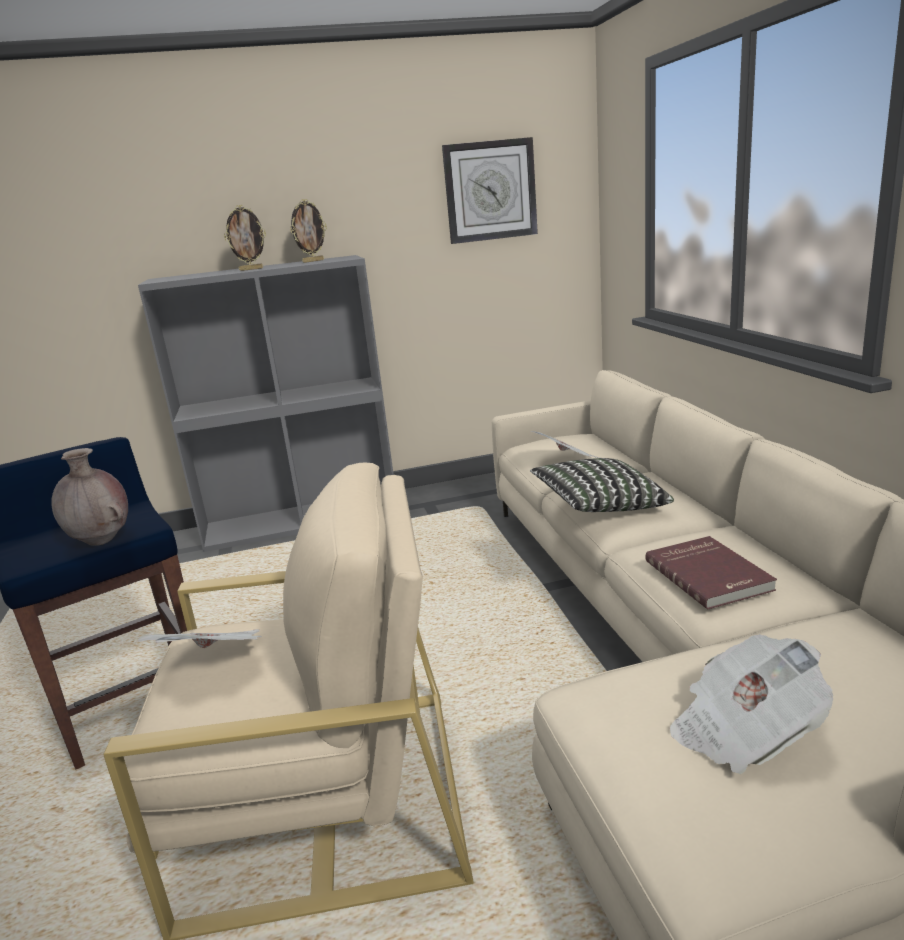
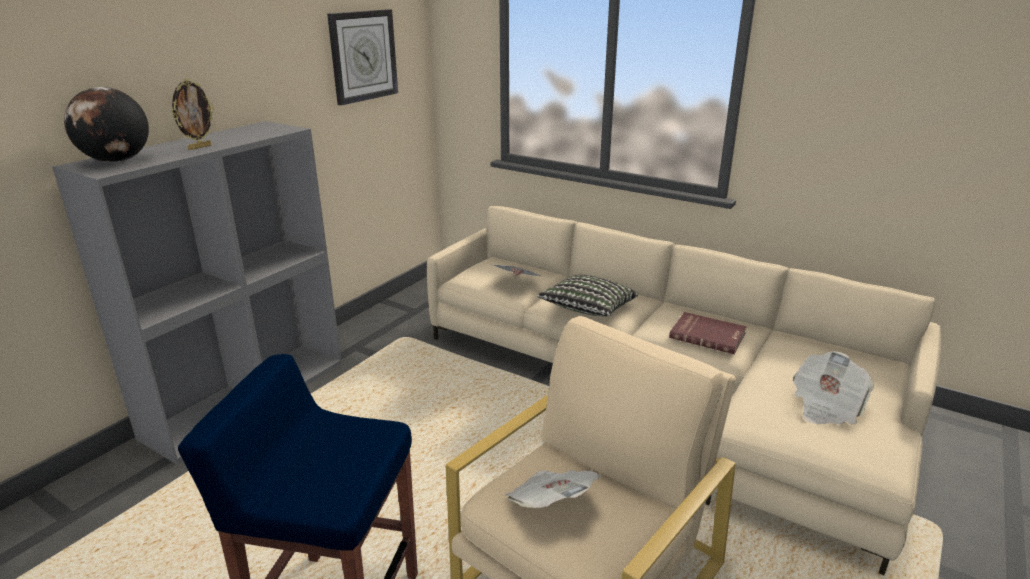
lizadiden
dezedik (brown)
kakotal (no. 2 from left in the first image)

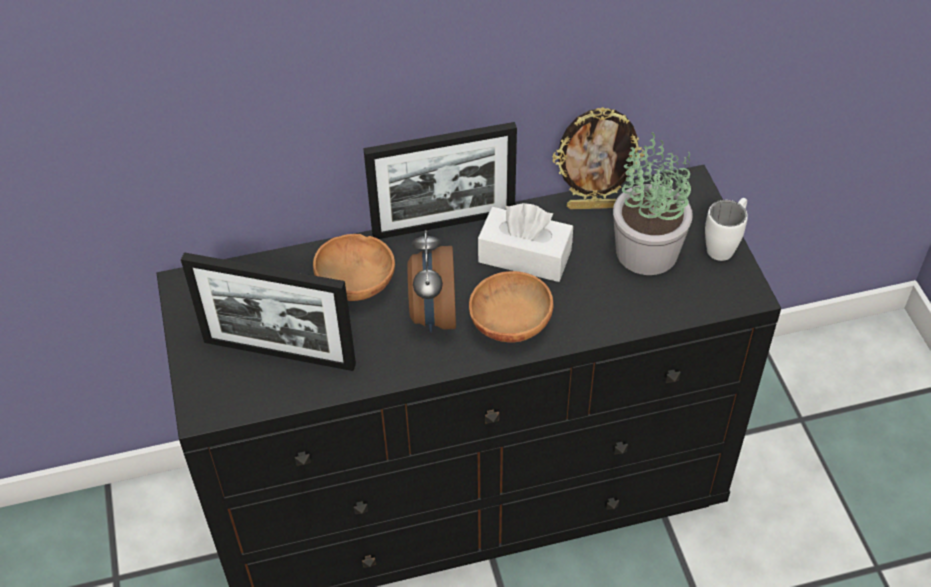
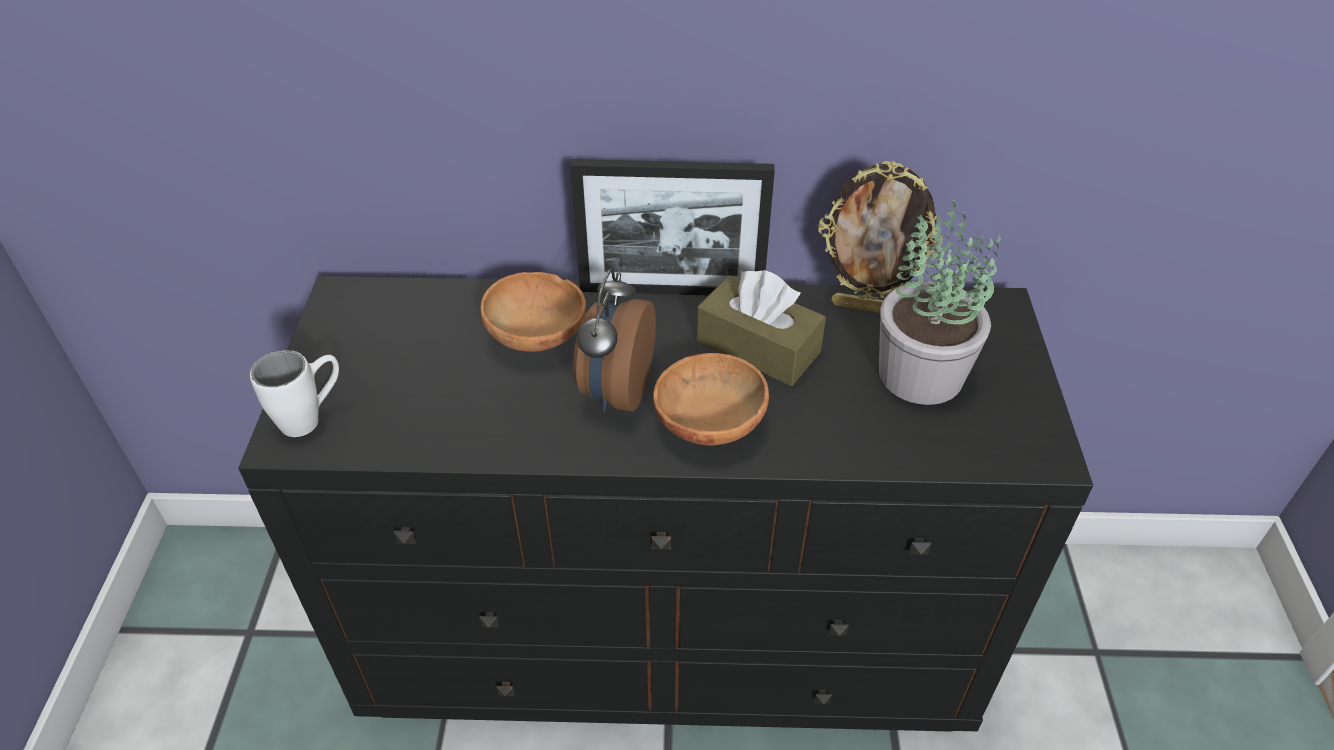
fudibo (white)
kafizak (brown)
kakotal (no. 1 from left in the first image)

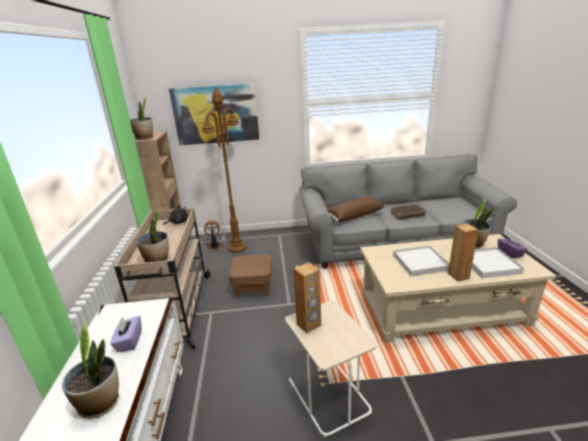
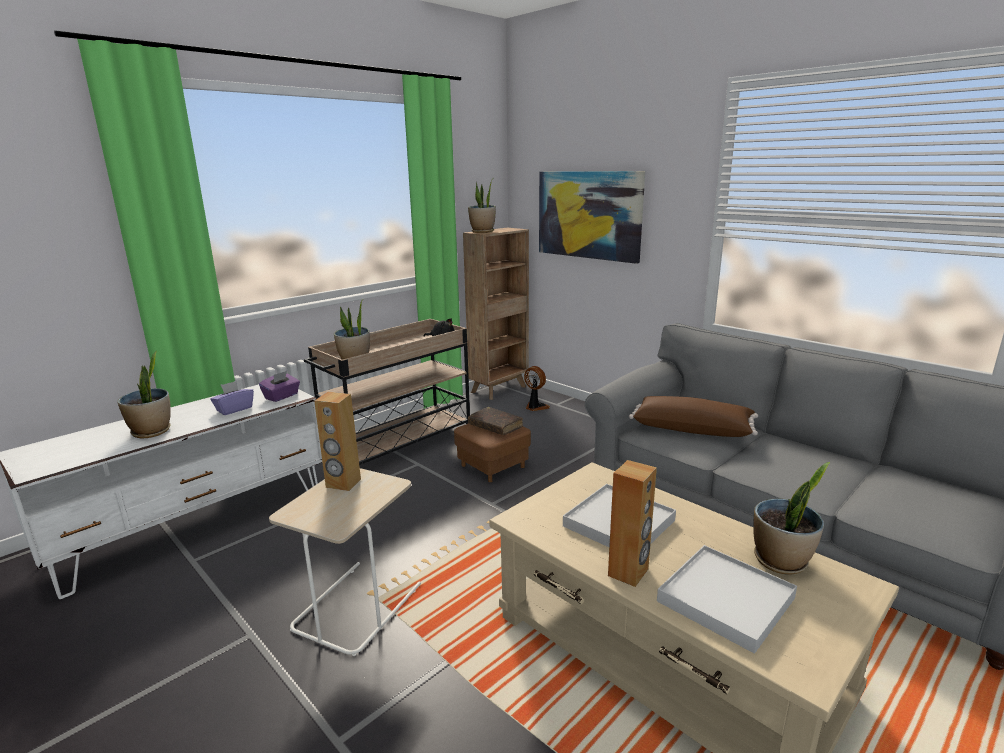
kafizak (purple) (no. 2 from left)
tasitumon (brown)
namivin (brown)

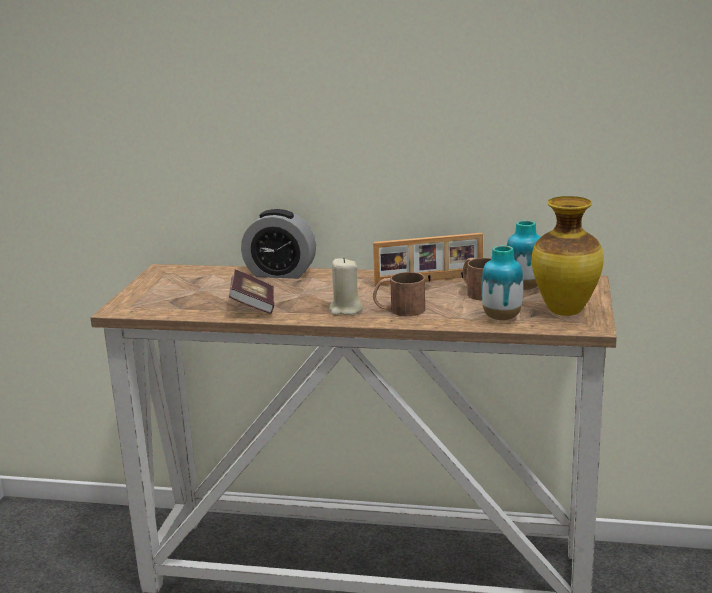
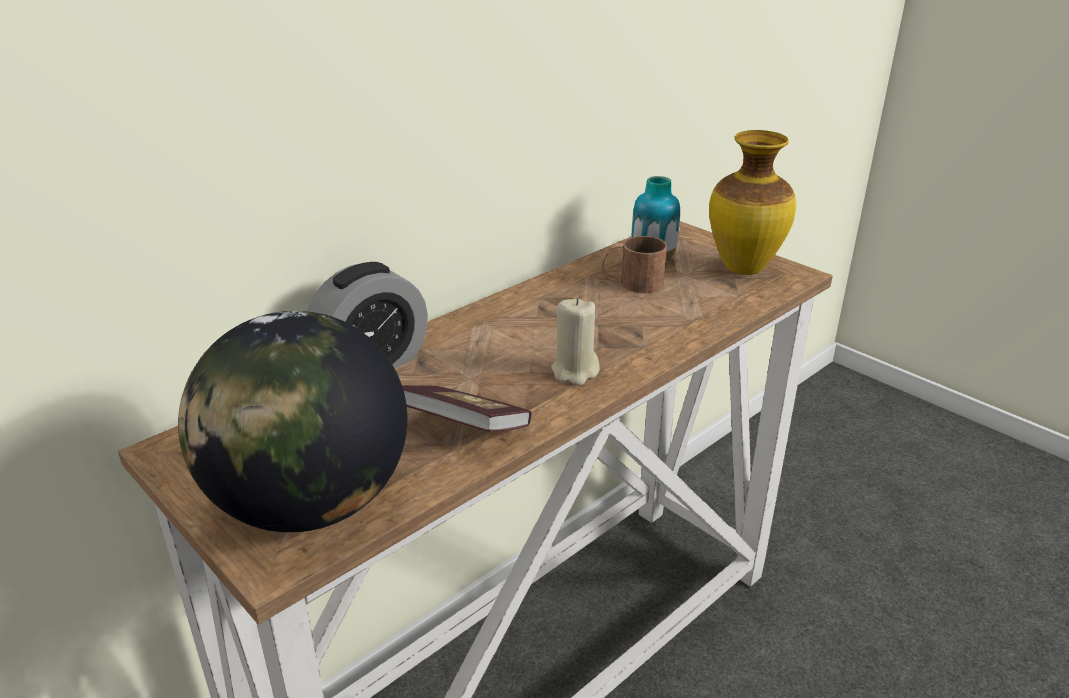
lizadiden
kakotal
fudibo (brown) (no. 1 from left in the first image)
dezedik (no. 1 from left in the first image)

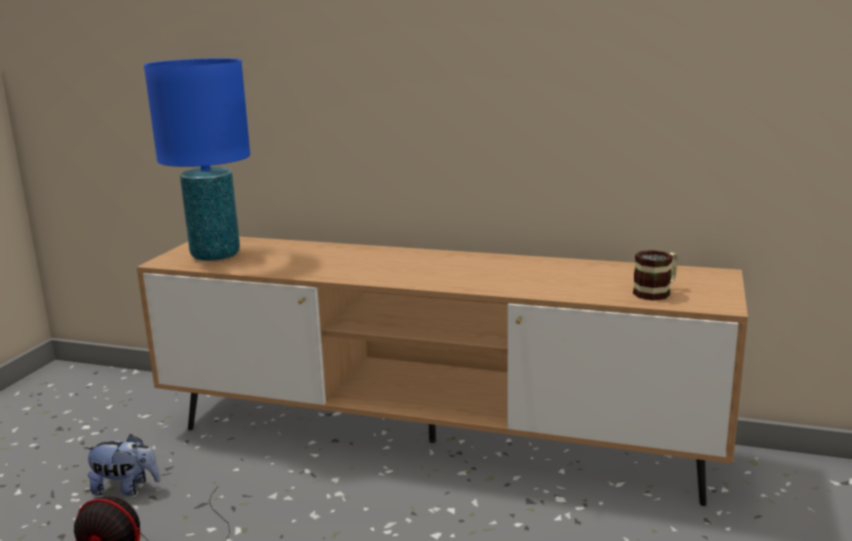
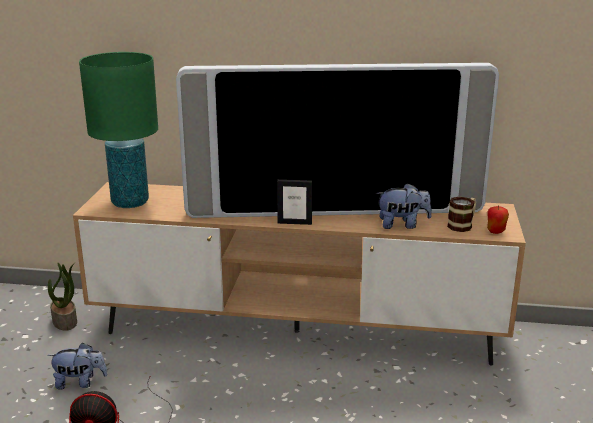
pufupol
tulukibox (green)
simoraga
kakotal
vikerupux (no. 2 from left)
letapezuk

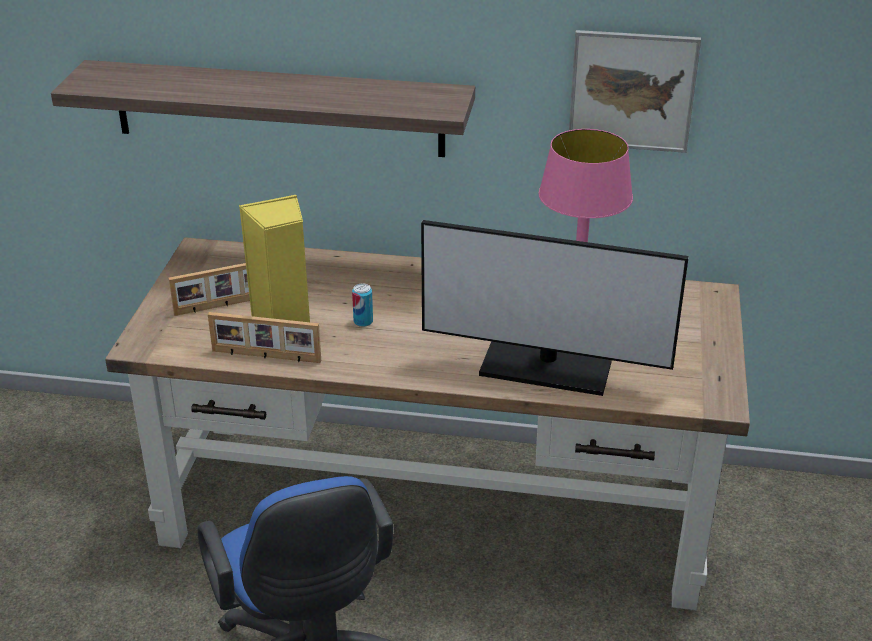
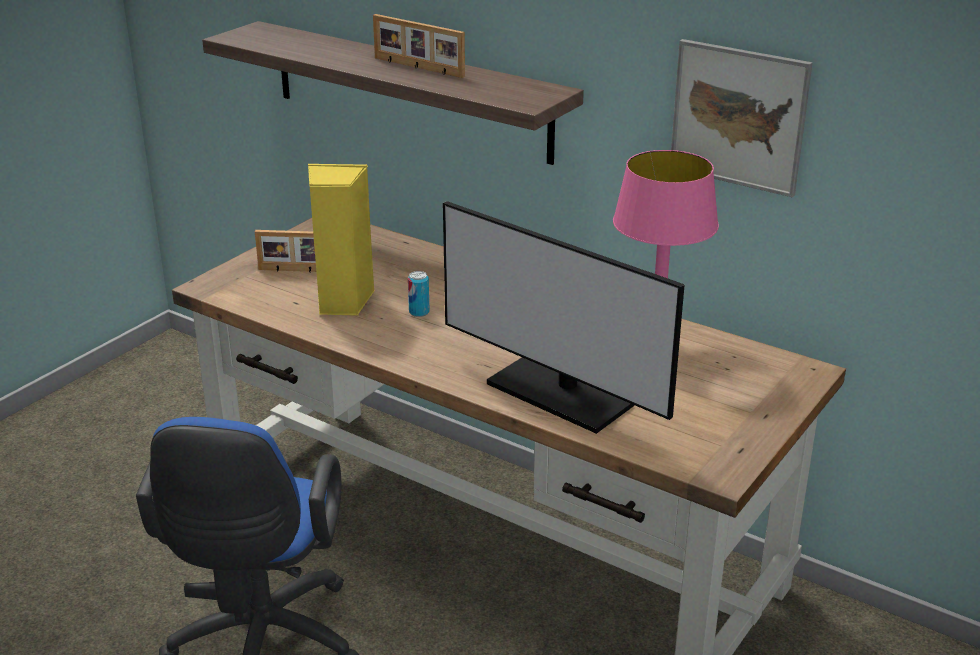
kakotal (no. 2 from left)

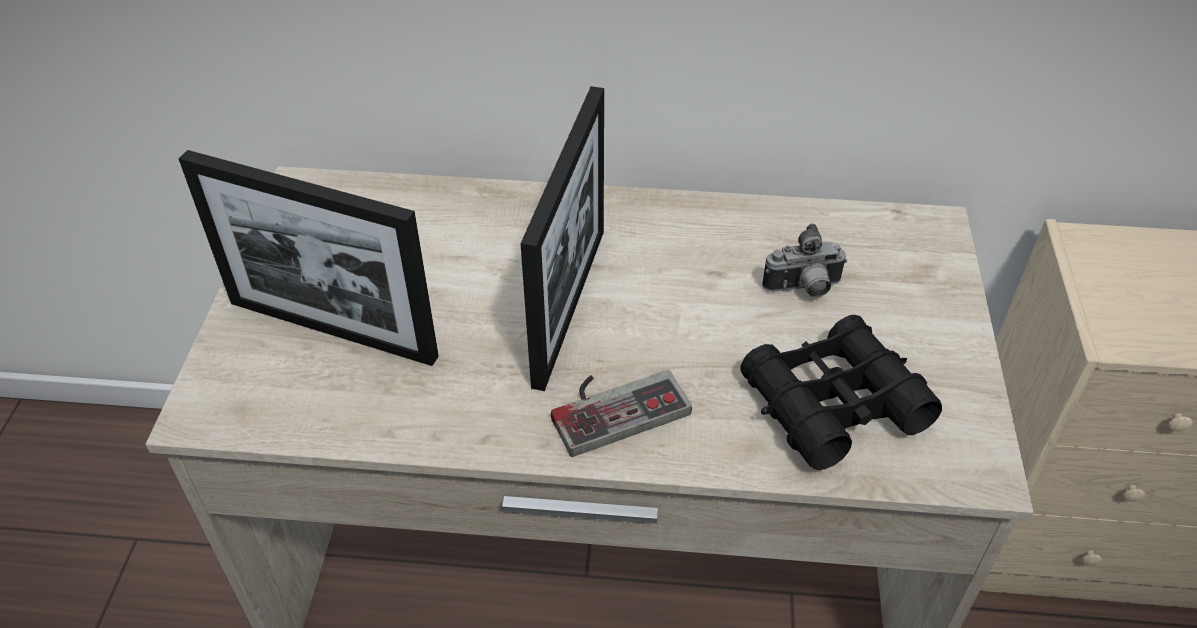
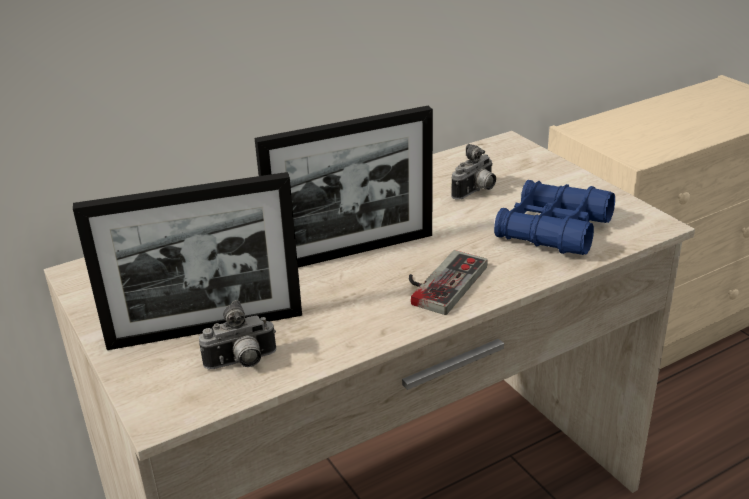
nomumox (no. 1 from left)
kakotal (no. 2 from left)
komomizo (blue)

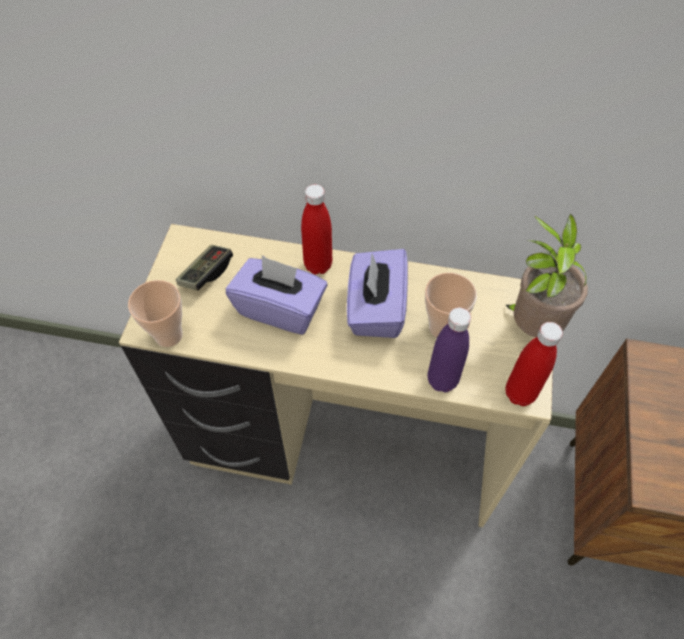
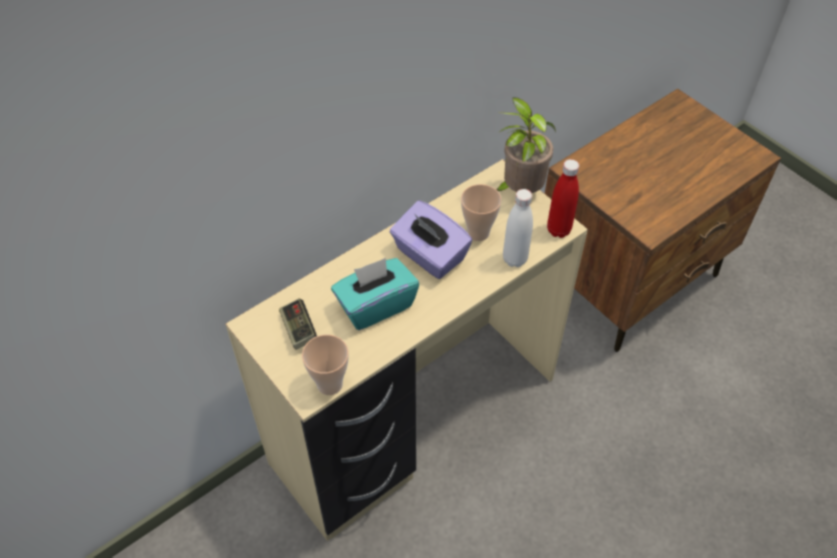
kafizak (turquoise)
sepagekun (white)
sepagekun (red) (no. 1 from left in the first image)

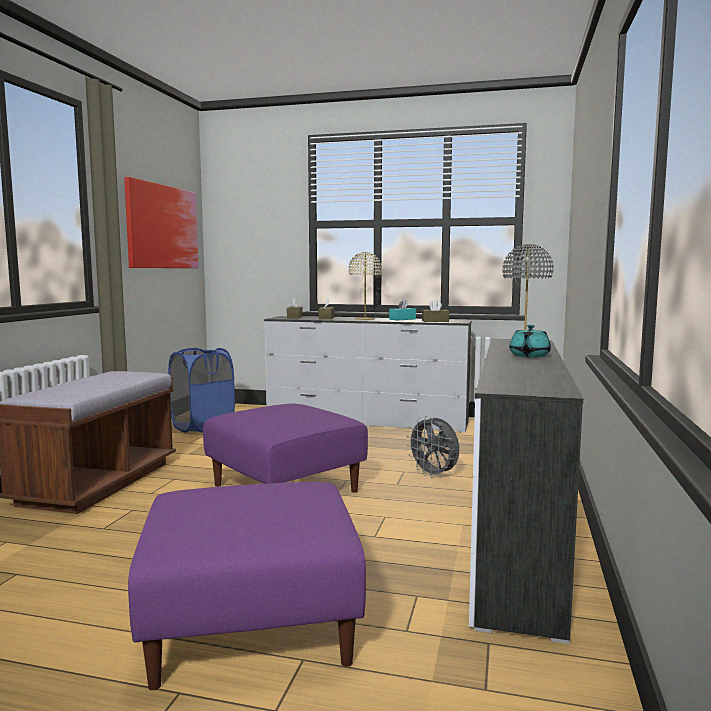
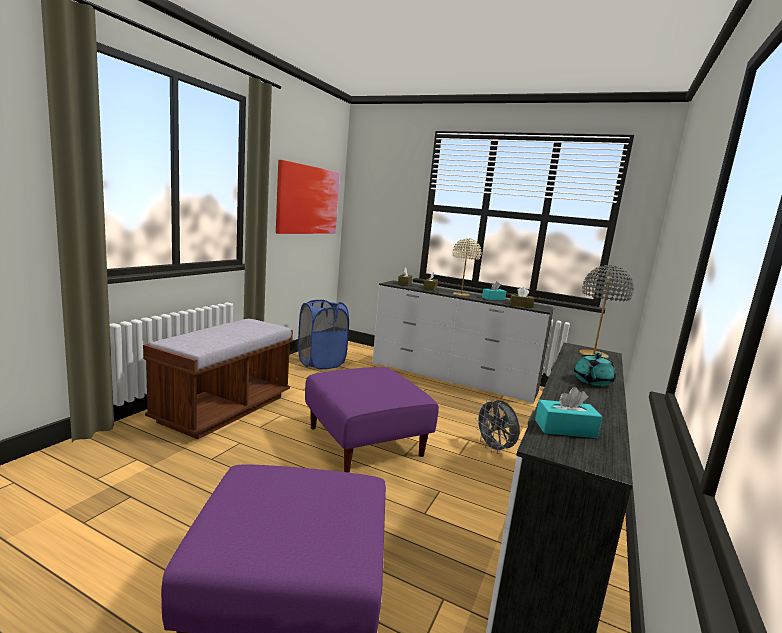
kafizak (turquoise) (no. 2 from left)

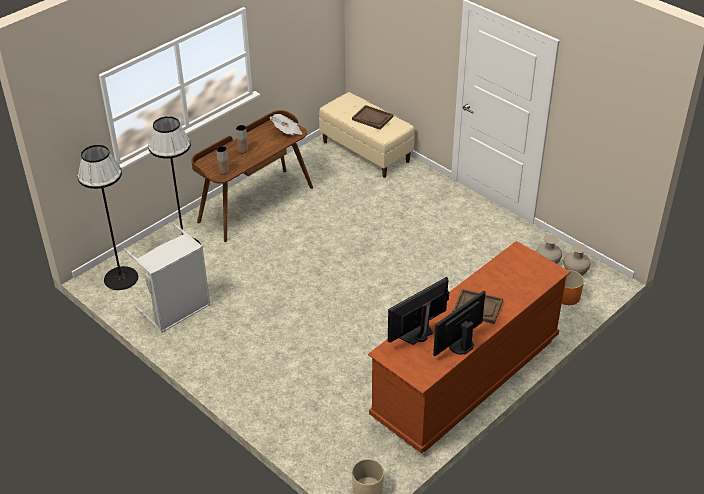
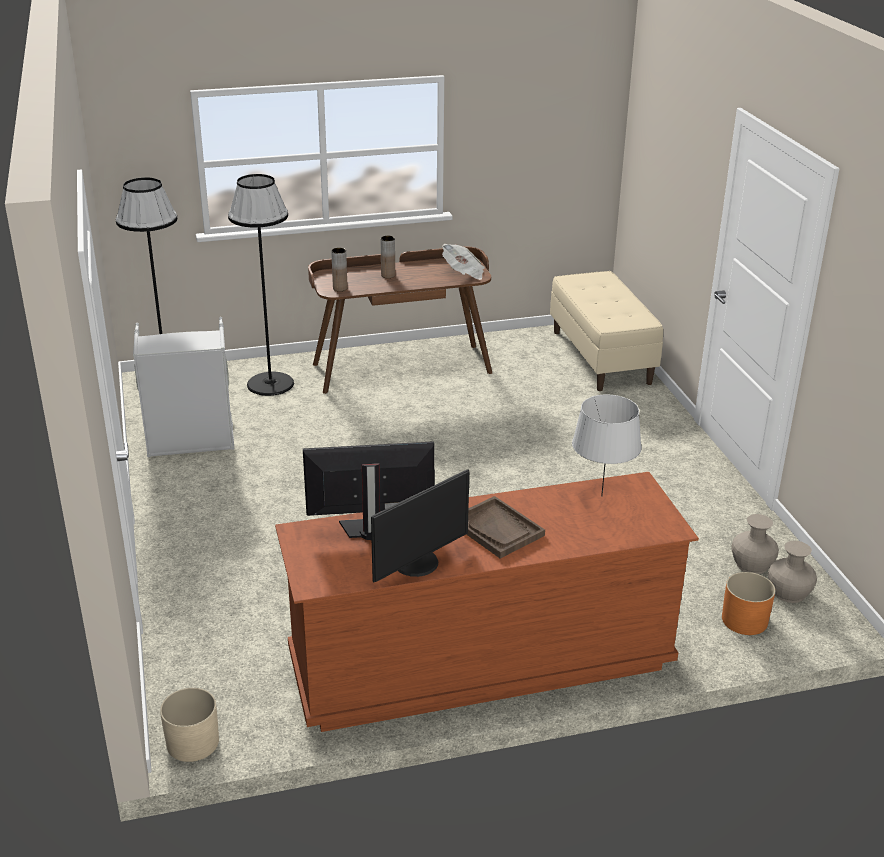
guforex (no. 2 from left)
tulukibox (grey)
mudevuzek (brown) (no. 1 from left in the first image)

